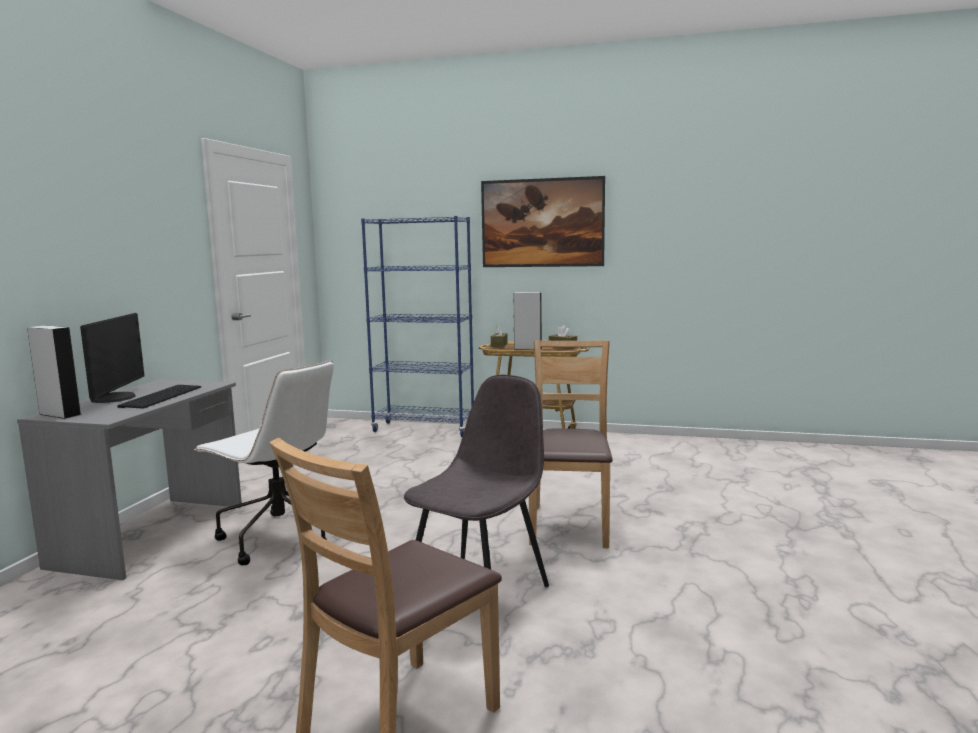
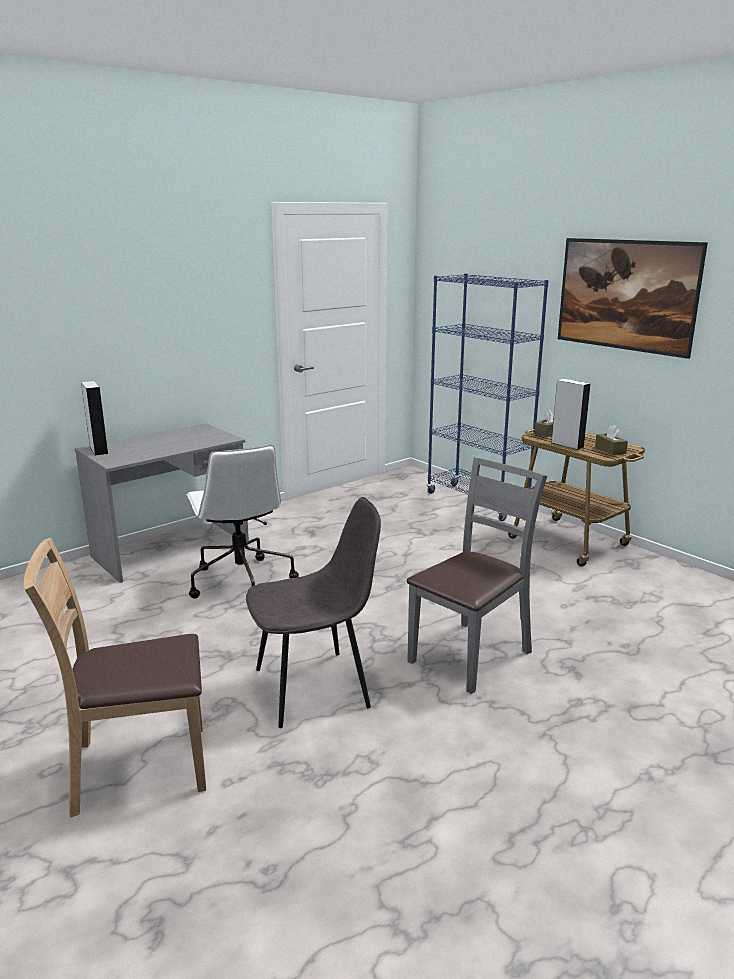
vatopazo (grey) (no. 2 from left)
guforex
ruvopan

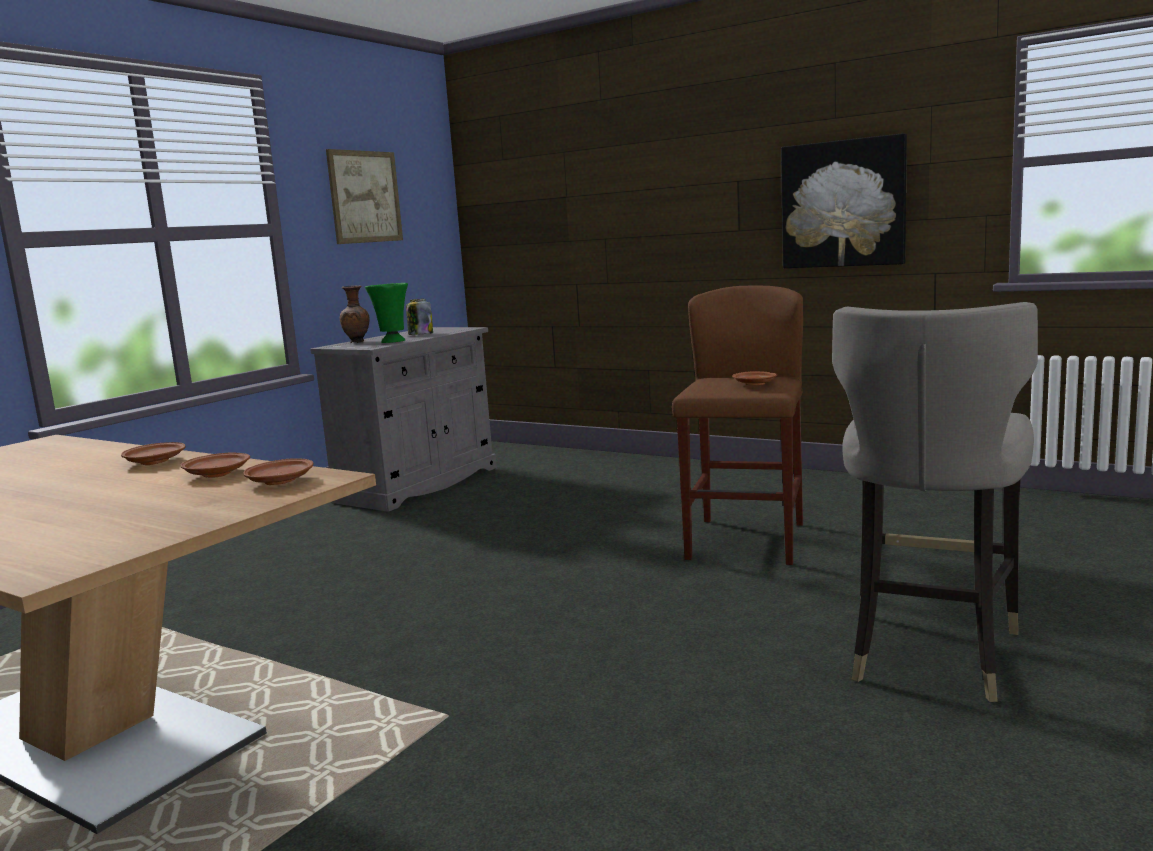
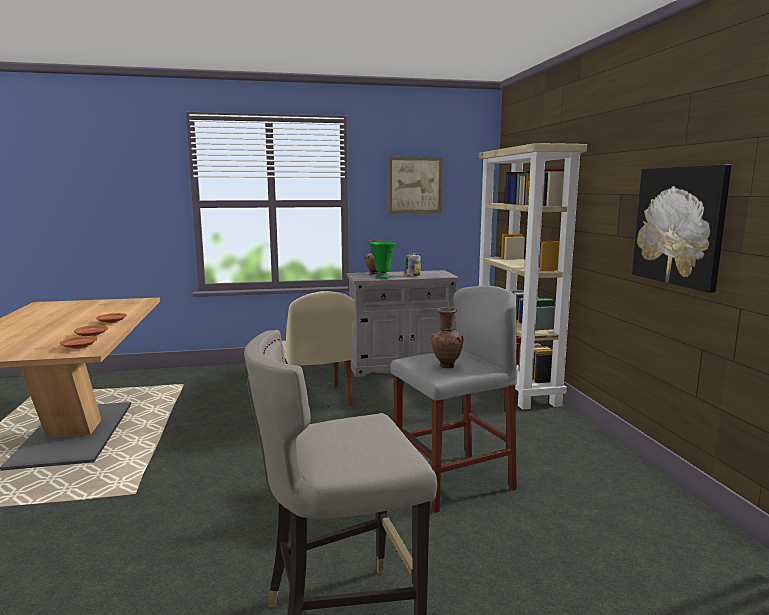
vatopazo (beige)
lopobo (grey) (no. 2 from left)
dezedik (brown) (no. 2 from left)
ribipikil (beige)

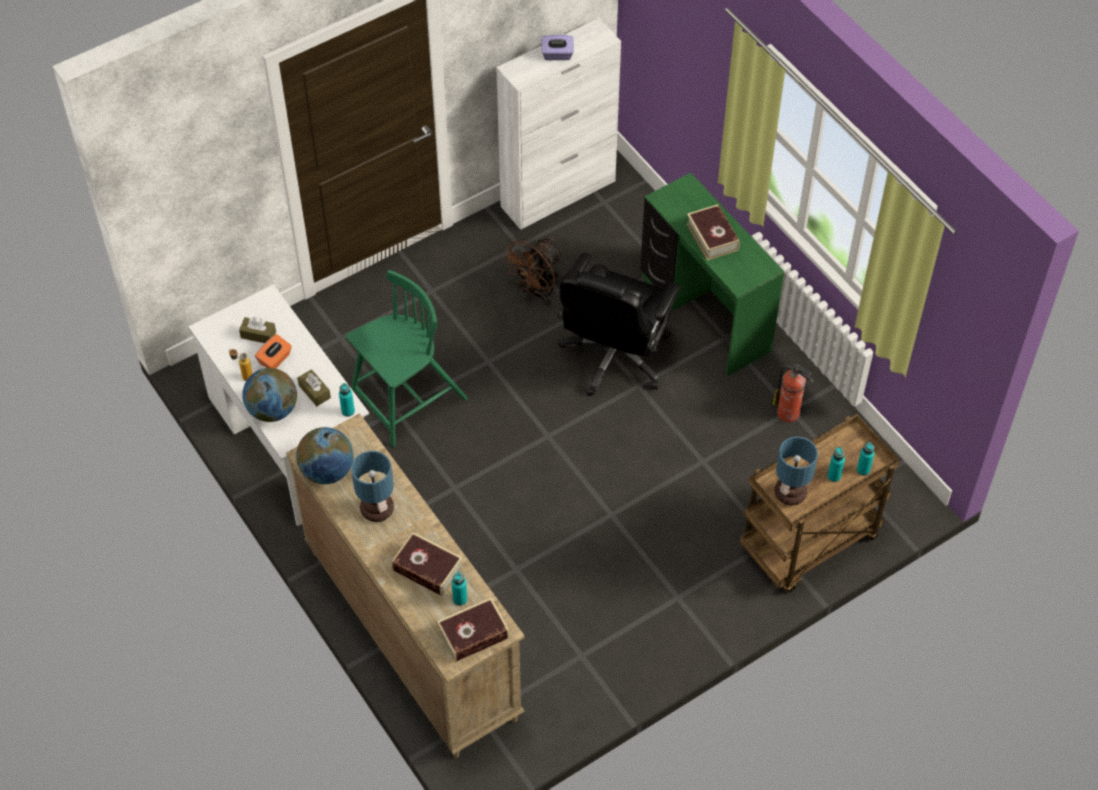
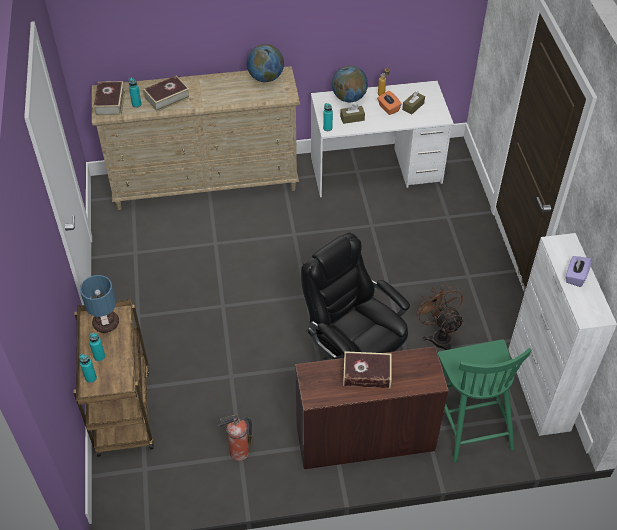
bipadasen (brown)
vatopazo (green)
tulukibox (no. 1 from left in the first image)

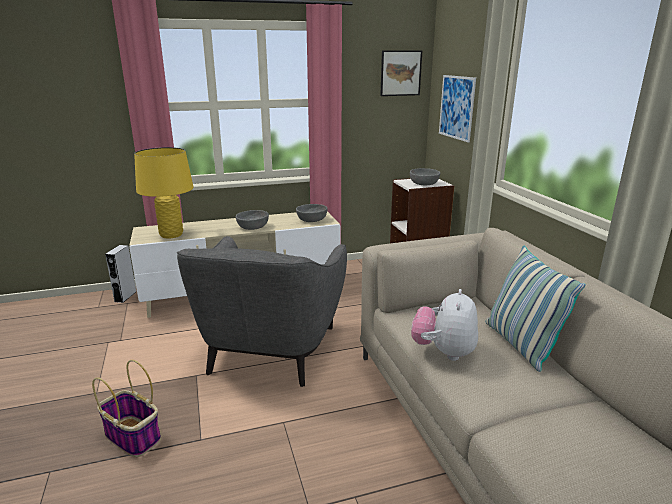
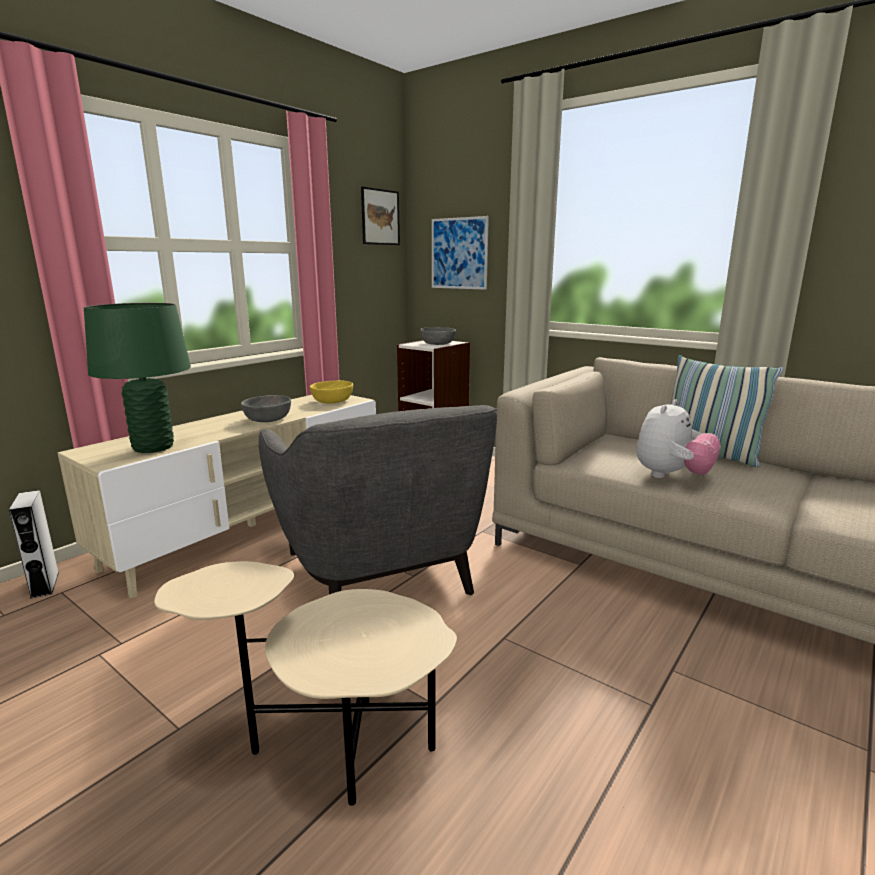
tulukibox (green)
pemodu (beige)
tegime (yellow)
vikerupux

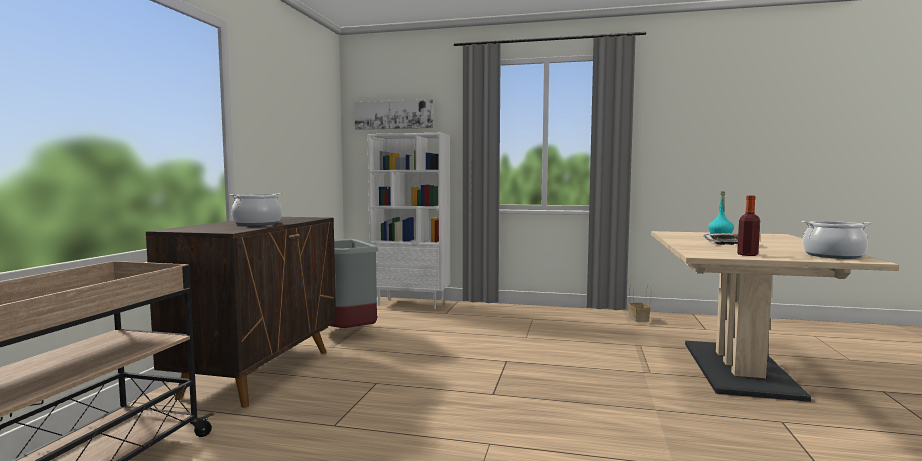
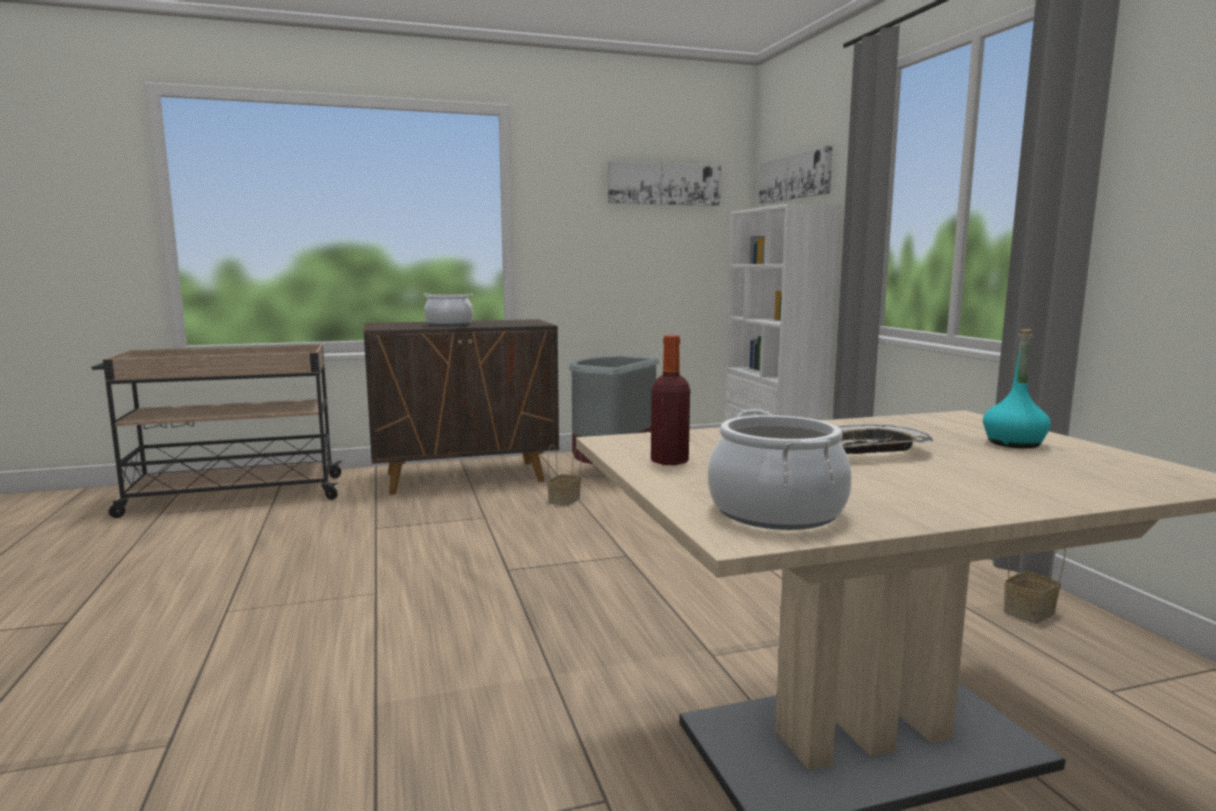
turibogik (no. 1 from left)
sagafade (no. 1 from left)

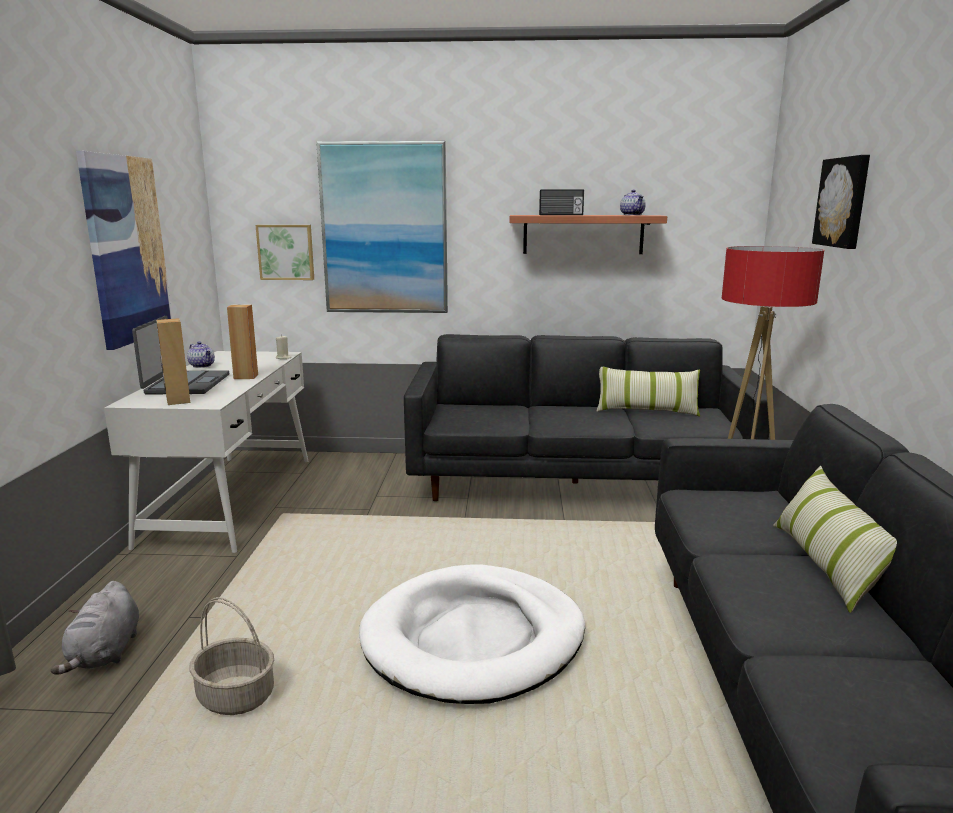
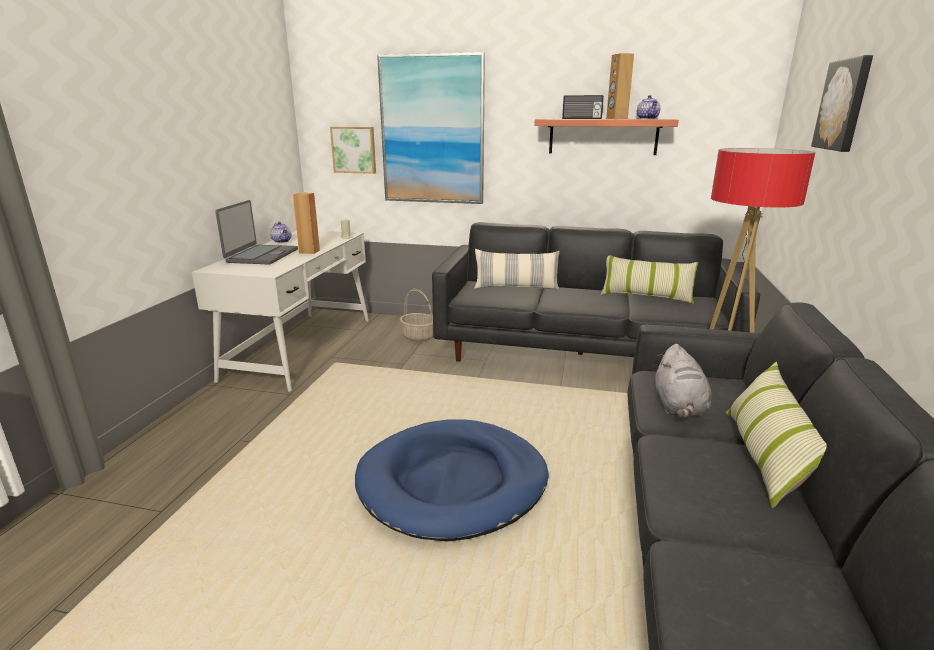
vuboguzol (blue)
turibogik
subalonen (no. 1 from left)
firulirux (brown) (no. 2 from left)
vikerupux (grey)
sagafade (no. 1 from left in the first image)

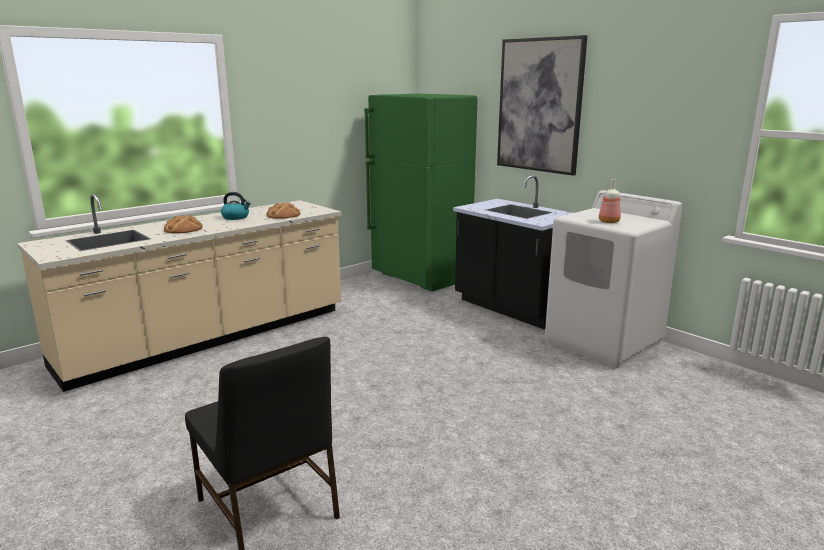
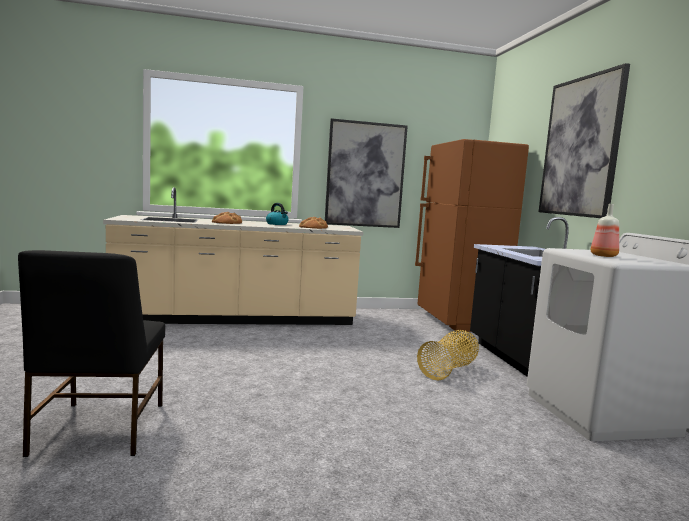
sagafade (no. 1 from left)
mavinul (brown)
turibogik

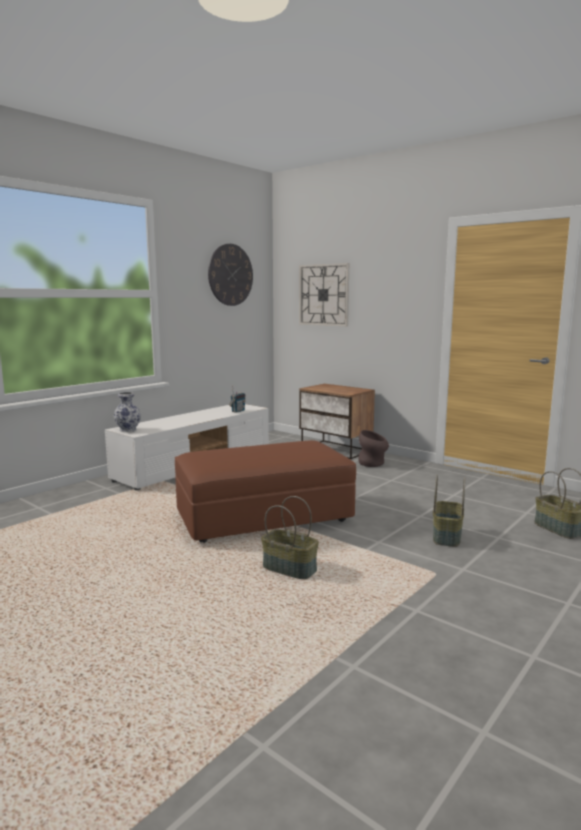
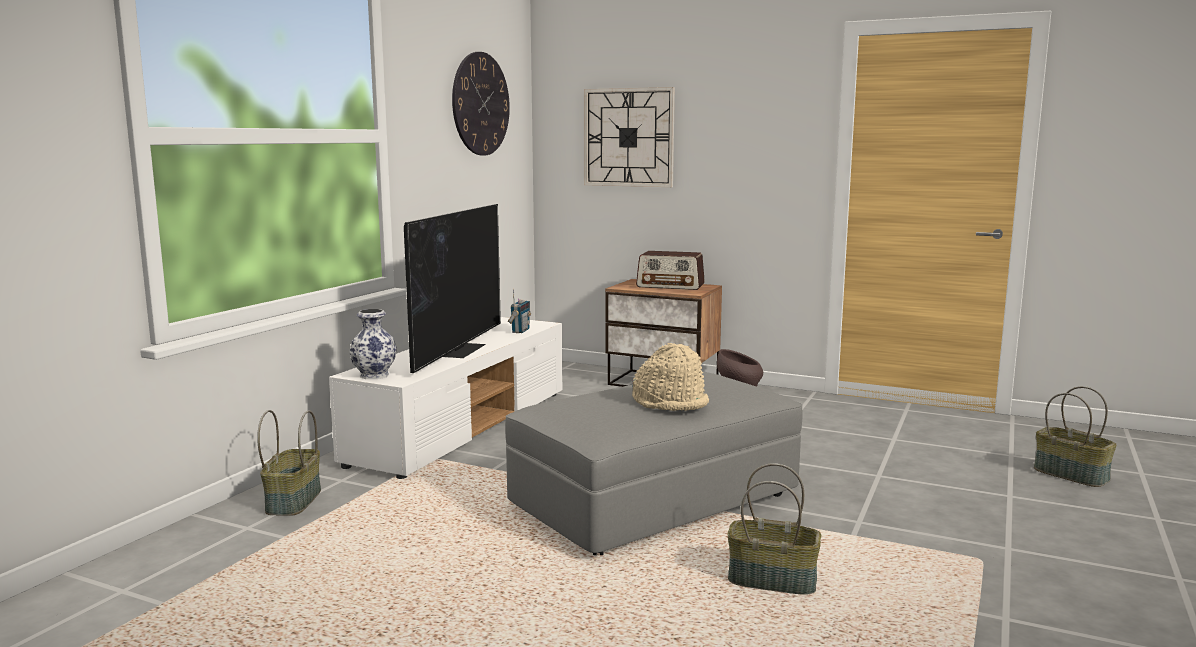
turibogik (no. 1 from left)
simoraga
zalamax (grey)
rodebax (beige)
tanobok (no. 2 from left)

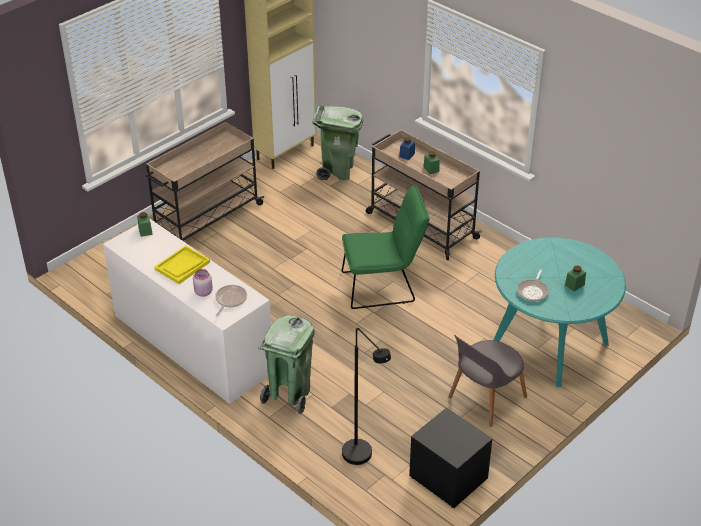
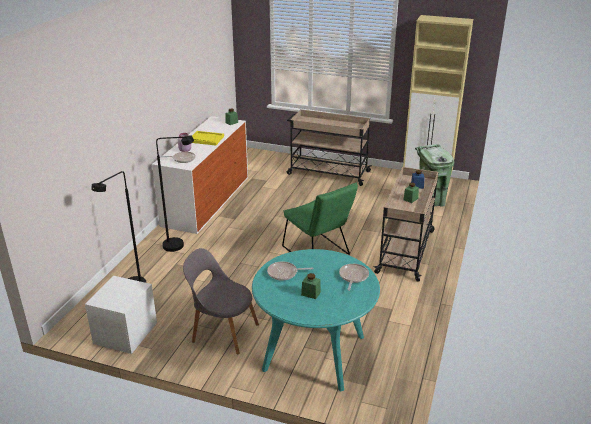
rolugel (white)
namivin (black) (no. 2 from left)
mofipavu (no. 3 from left)

